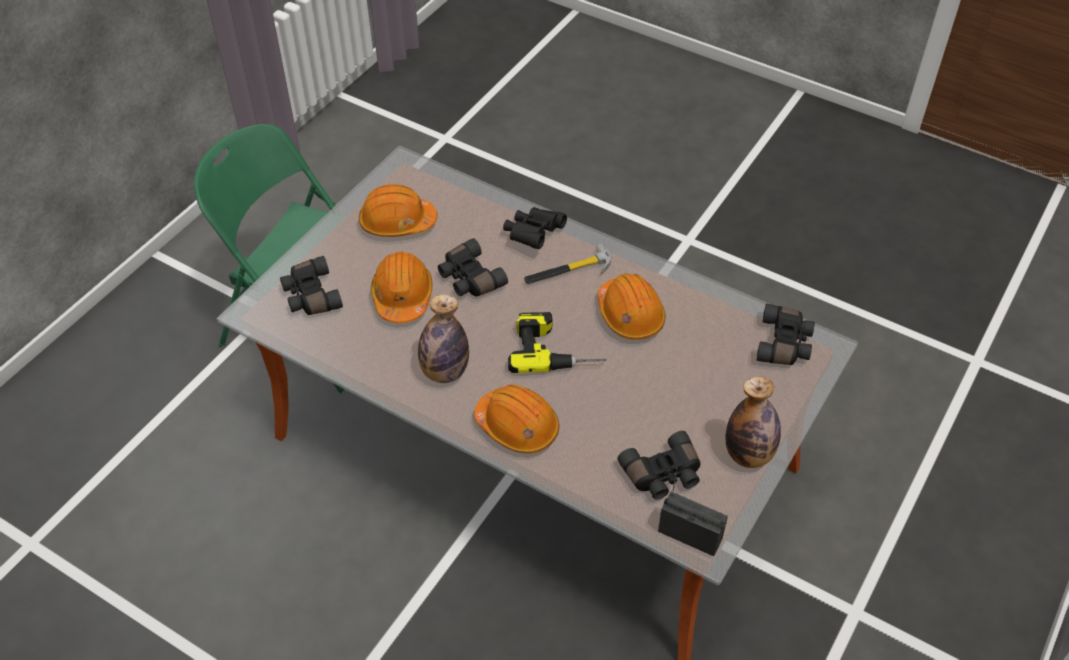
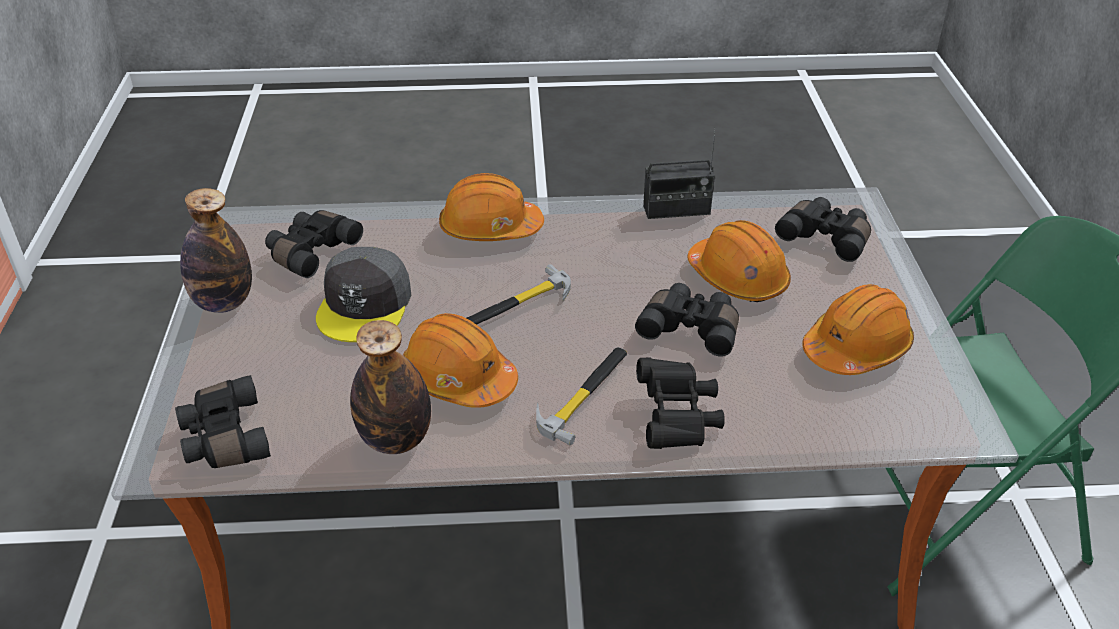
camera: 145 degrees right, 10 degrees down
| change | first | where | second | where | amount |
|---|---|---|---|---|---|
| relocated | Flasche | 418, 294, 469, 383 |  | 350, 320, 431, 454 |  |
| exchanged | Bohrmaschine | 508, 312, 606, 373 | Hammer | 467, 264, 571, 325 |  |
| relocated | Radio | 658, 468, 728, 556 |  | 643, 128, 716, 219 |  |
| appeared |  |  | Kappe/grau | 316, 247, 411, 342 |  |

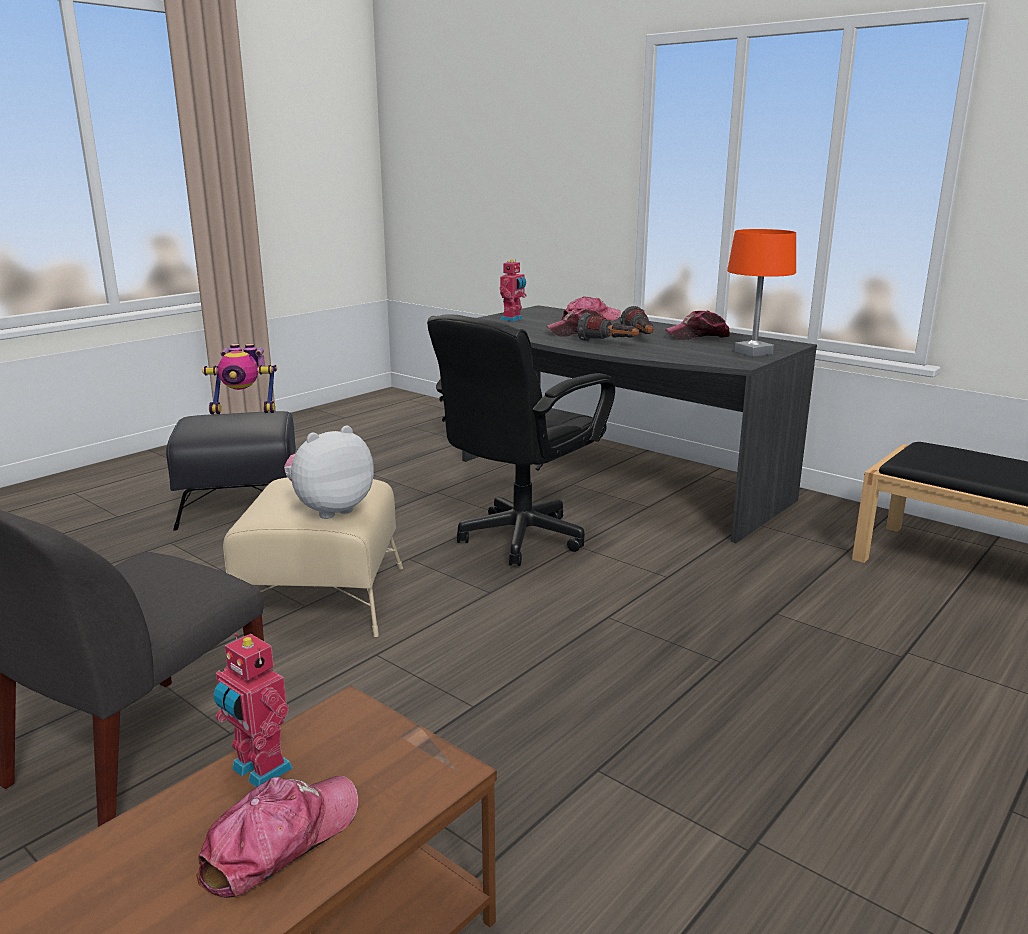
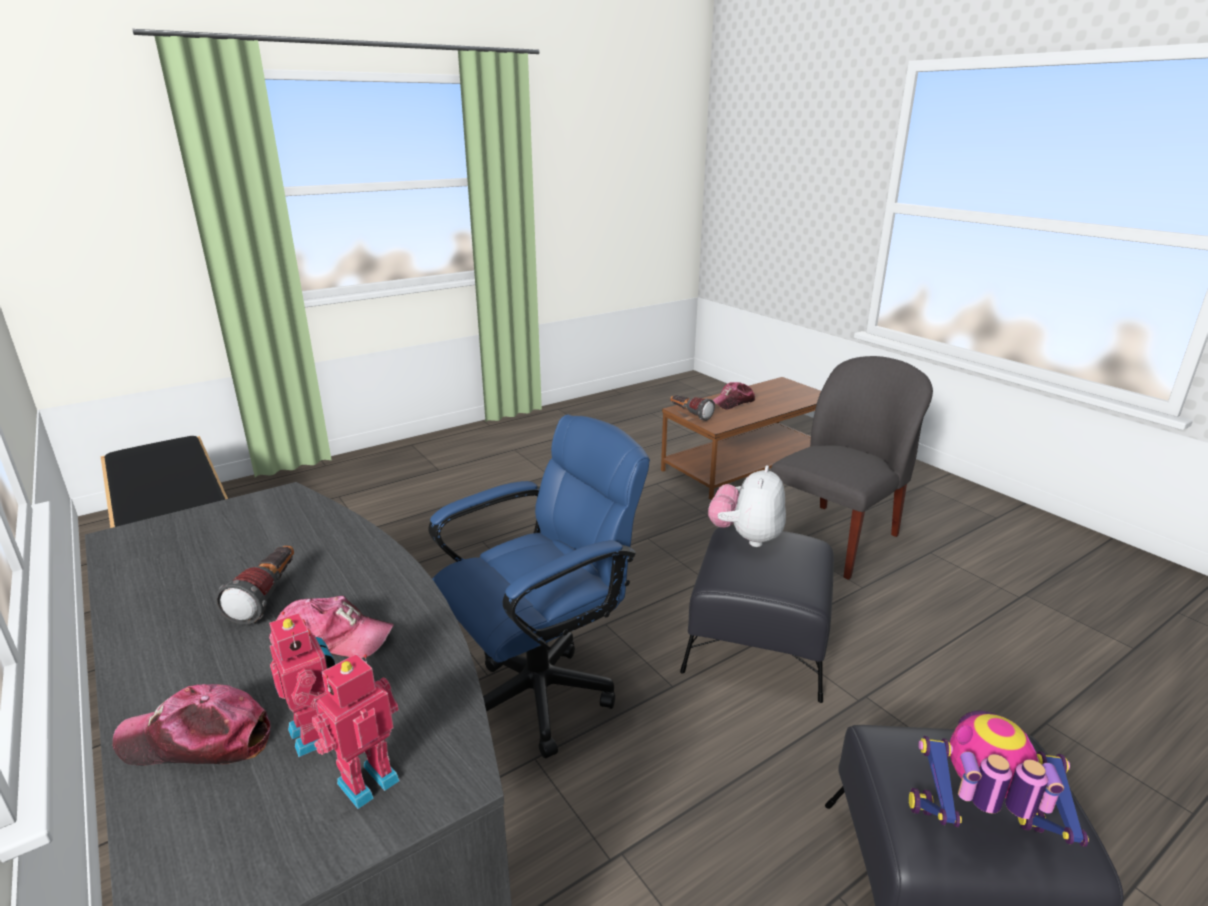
camera: 165 degrees left, 5 degrees up
| change | first | where | second | where | amount |
|---|---|---|---|---|---|
| missing | Tischlampe/orange | 727, 229, 796, 357 |  |  |  |
| missing | Kappe | 665, 310, 730, 340 |  |  |  |
| relocated | Taschenlampe | 577, 313, 639, 341 |  | 670, 395, 715, 421 |  |
| colour | Bürostuhl/schwarz | 427, 314, 615, 566 | Bürostuhl/blau | 428, 414, 650, 758 |  |
| spun | Plüschtier | 284, 426, 374, 519 |  | 708, 465, 786, 547 | 135 degrees clockwise |
| colour | Polsterhocker/beige | 223, 477, 403, 637 | Polsterhocker/schwarz | 680, 525, 834, 703 |  |
| relocated | Spielzeugroboter | 214, 633, 293, 787 |  | 269, 612, 335, 757 |  |

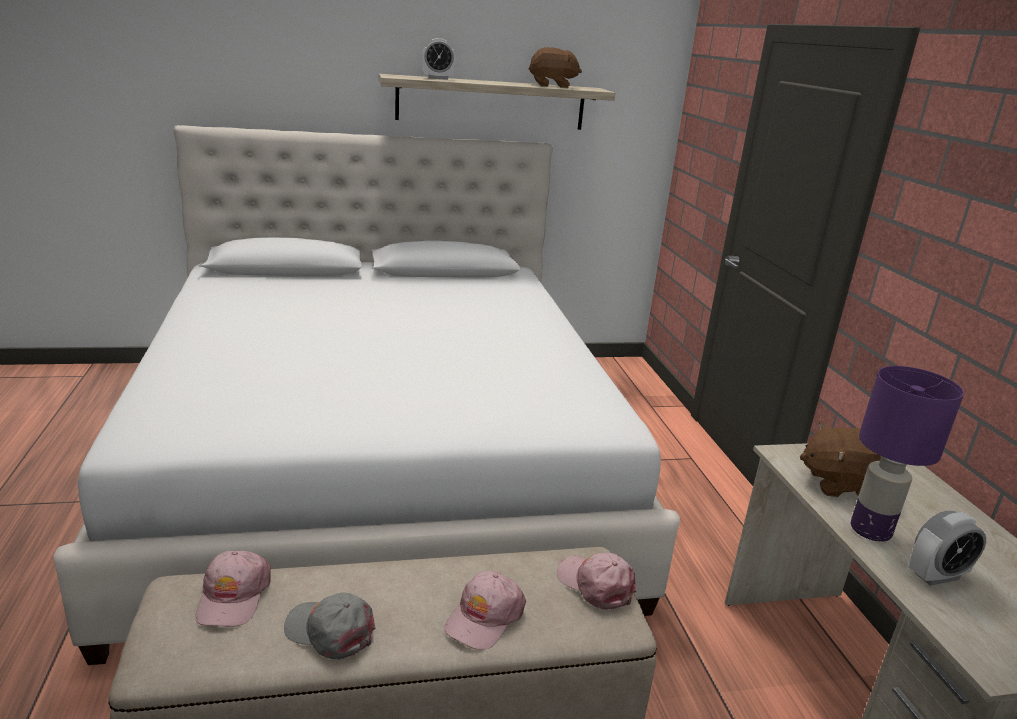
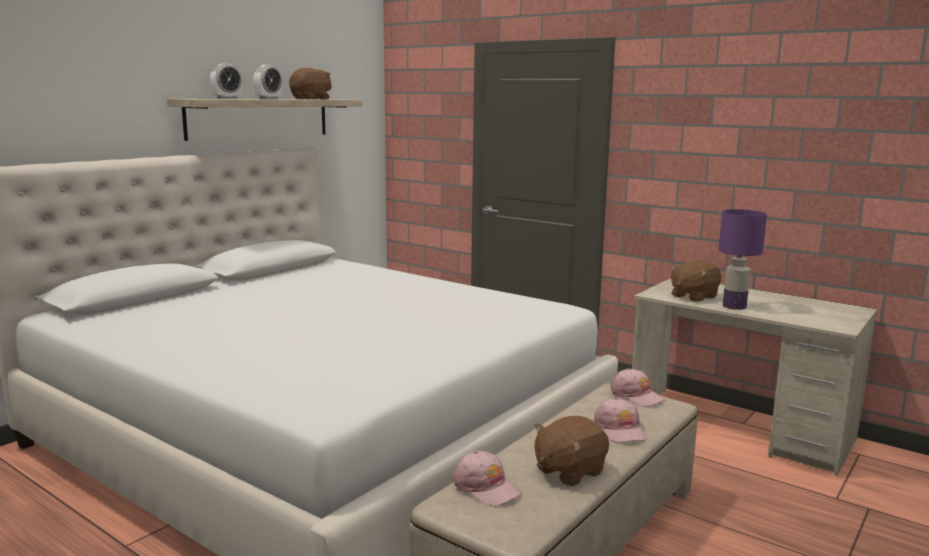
camera: 40 degrees left, 10 degrees down
| change | first | where | second | where | amount |
|---|---|---|---|---|---|
| relocated | Wecker | 909, 511, 986, 586 |  | 253, 65, 282, 99 |  |
| spun | Kappe/rosa | 557, 553, 636, 610 |  | 610, 368, 665, 407 | 135 degrees counterclockwise |
| exchanged | Kappe/grau | 284, 592, 375, 660 | Plüschtier/braun | 534, 416, 609, 486 |  |

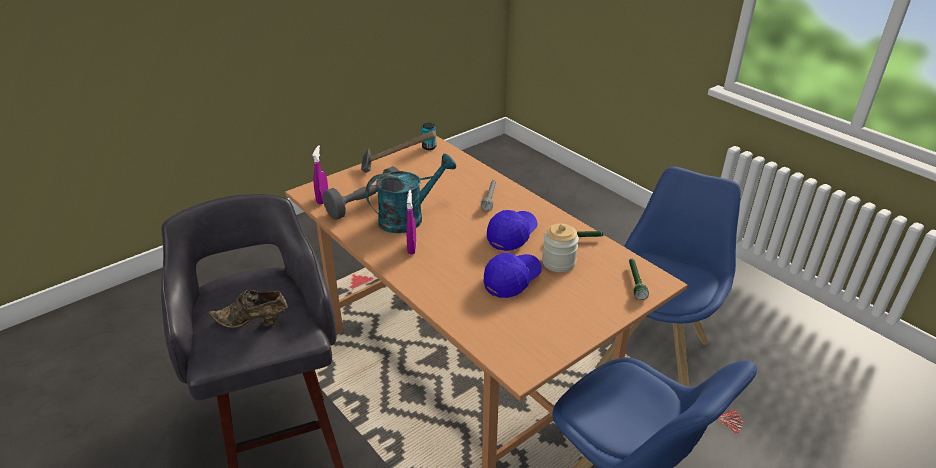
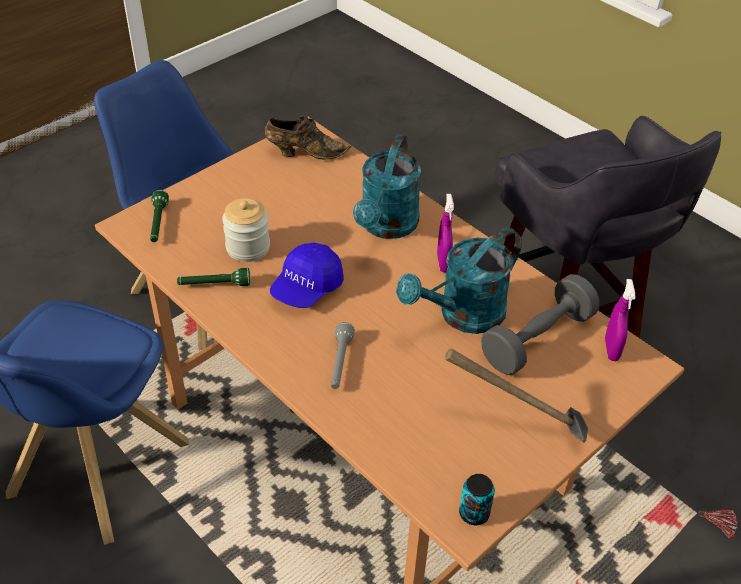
camera: 175 degrees right, 10 degrees up
| change | first | where | second | where | amount |
|---|---|---|---|---|---|
| missing | Kappe/blau | 484, 253, 542, 298 |  |  |  |
| relocated | Schuh/braun | 208, 290, 288, 328 |  | 265, 115, 351, 159 |  |
| appeared |  |  | Gießkanne/türkis | 353, 134, 421, 239 |  |

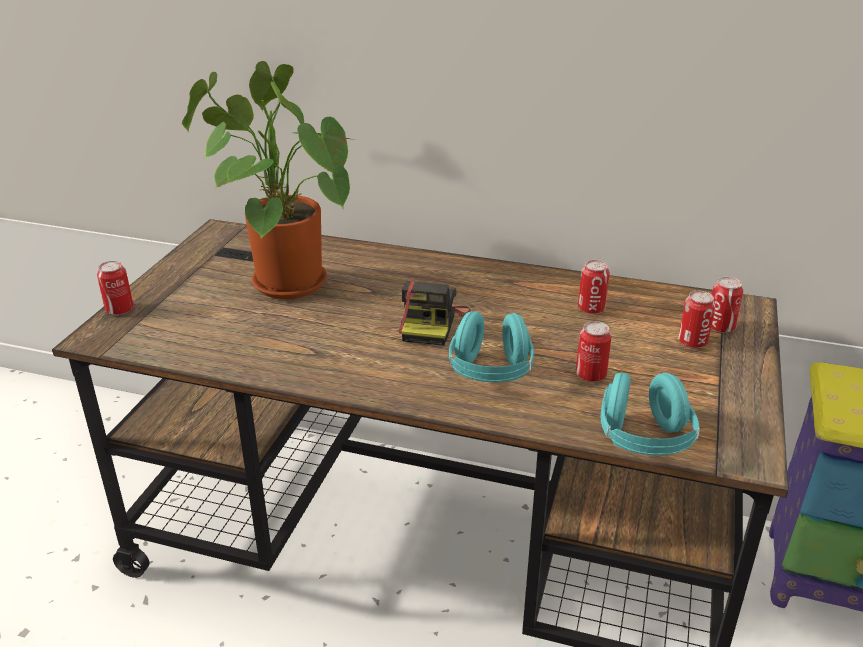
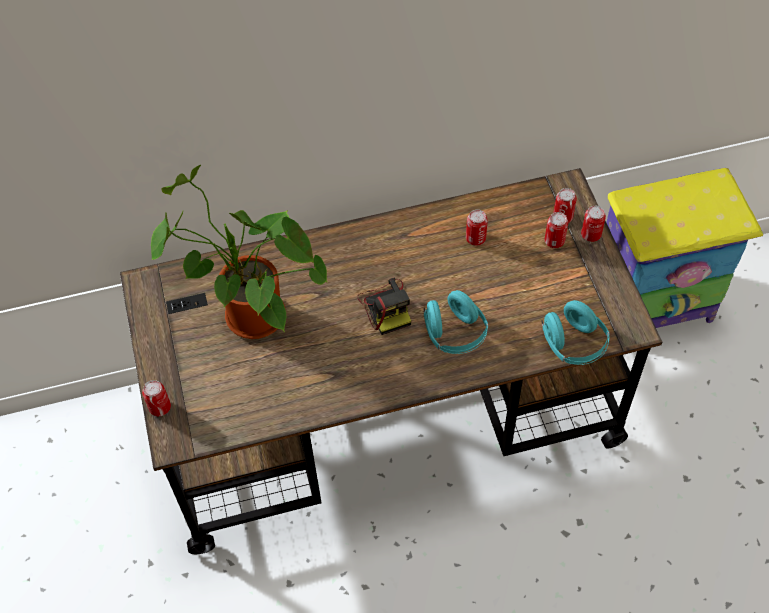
camera: 30 degrees left, 25 degrees up
| change | first | where | second | where | amount |
|---|---|---|---|---|---|
| relocated | Dose | 576, 321, 611, 382 |  | 581, 206, 606, 242 |  |

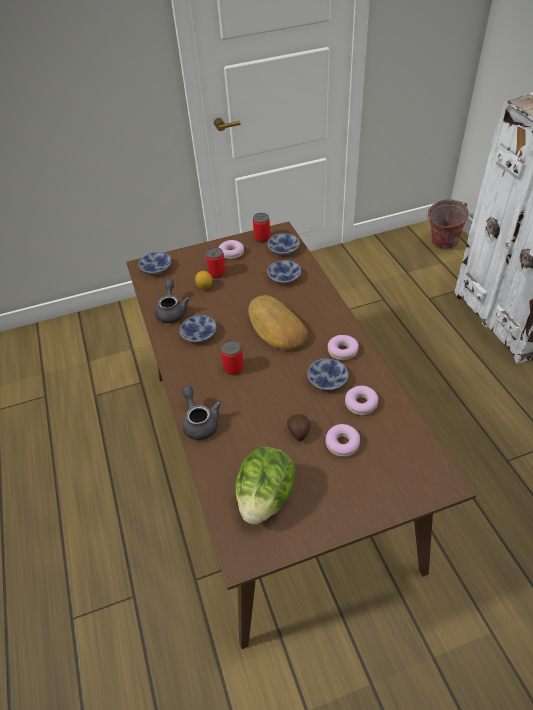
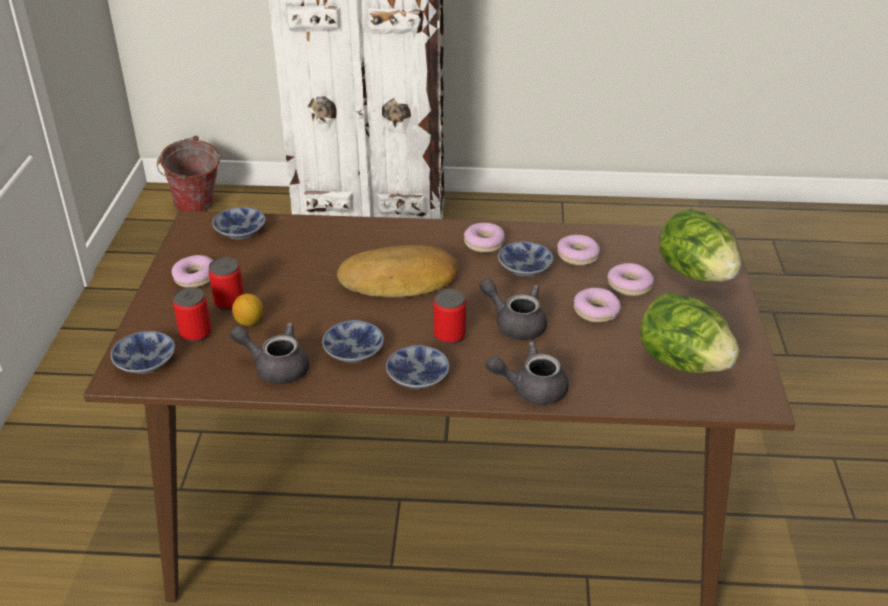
camera: 70 degrees left, 10 degrees down
| change | first | where | second | where | amount |
|---|---|---|---|---|---|
| relocated | Dose | 253, 213, 270, 243 |  | 173, 287, 211, 343 |  |
| relocated | Schüssel | 267, 260, 301, 284 |  | 386, 345, 449, 389 |  |
| exchanged | Kartoffel | 287, 414, 311, 441 | Donut | 574, 288, 621, 323 |  |
| appeared |  |  | Salatkopf | 659, 209, 741, 282 |  |
| appeared |  |  | Teekanne/grau | 479, 278, 547, 340 |  |

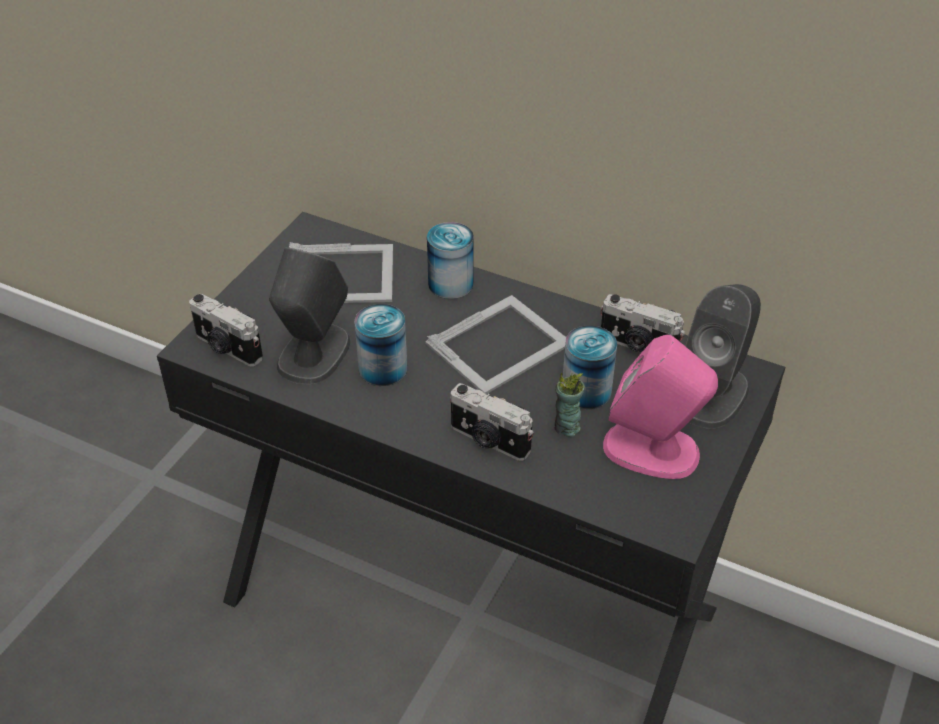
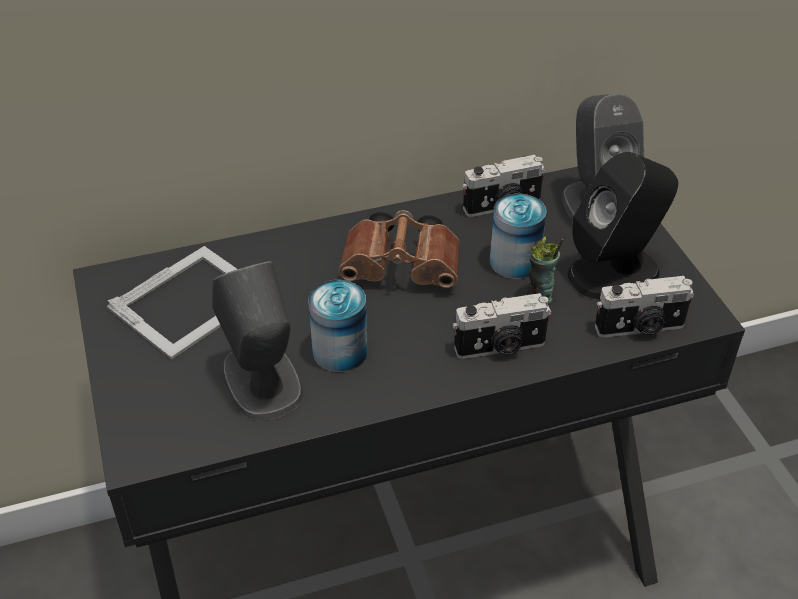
camera: 45 degrees left, 0 degrees up
| change | first | where | second | where | amount |
|---|---|---|---|---|---|
| missing | Dose | 427, 222, 474, 299 |  |  |  |
| relocated | Kamera | 189, 294, 263, 367 |  | 595, 276, 694, 338 |  |
| exchanged | Bilderrahmen | 426, 295, 566, 394 | Fernglas/braun | 338, 210, 460, 288 |  |
| colour | Lautsprecher/rosa | 603, 334, 718, 479 | Lautsprecher/schwarz | 568, 152, 678, 299 |  |

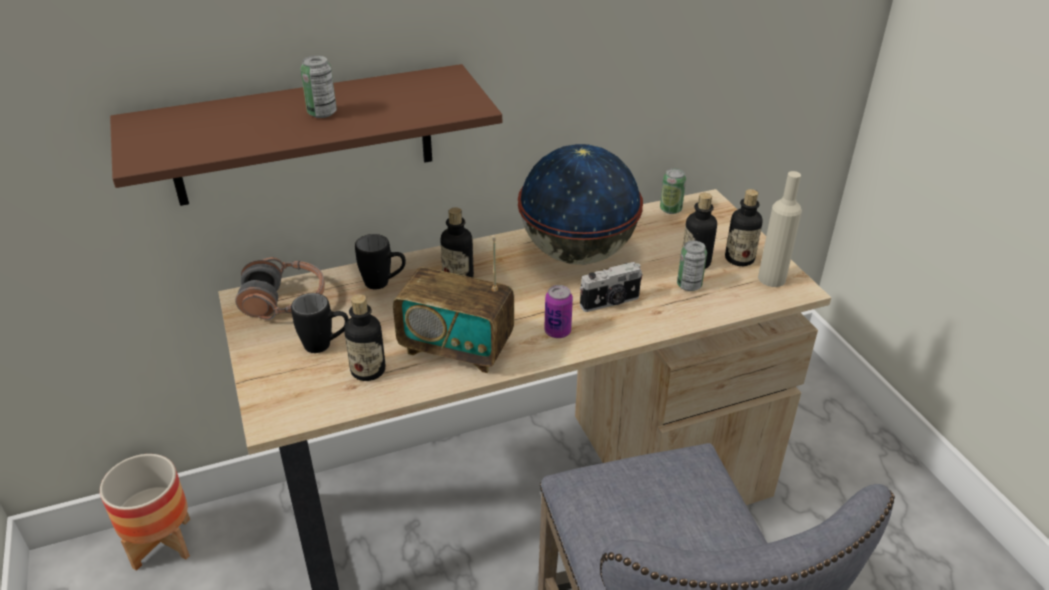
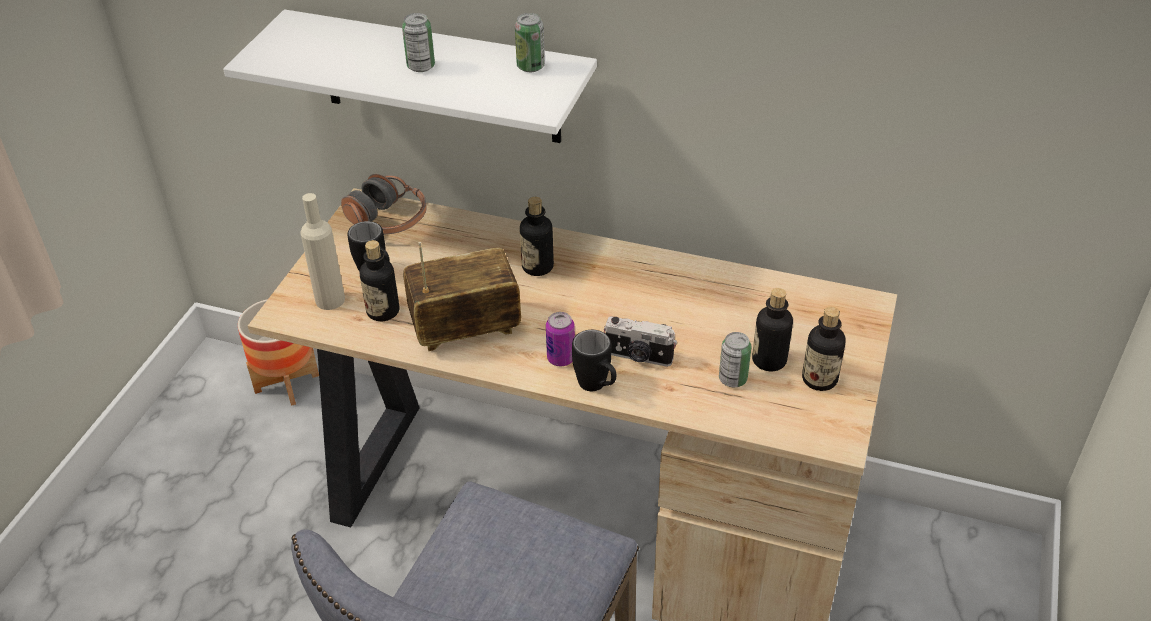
camera: 40 degrees right, 5 degrees up
| change | first | where | second | where | amount |
|---|---|---|---|---|---|
| colour | Wandregal/braun | 110, 64, 502, 206 | Wandregal/weiß | 223, 9, 597, 143 |  |
| missing | Globus | 518, 144, 643, 265 |  |  |  |
| relocated | Dose | 660, 168, 686, 214 |  | 515, 13, 545, 72 |  |
| relocated | Flasche/beige | 758, 171, 802, 287 |  | 300, 193, 345, 310 |  |
| relocated | Henkelbecher/schwarz | 355, 234, 406, 290 |  | 572, 330, 616, 391 |  |
| spun | Radio | 393, 237, 514, 373 |  | 403, 242, 521, 351 | 105 degrees clockwise |

